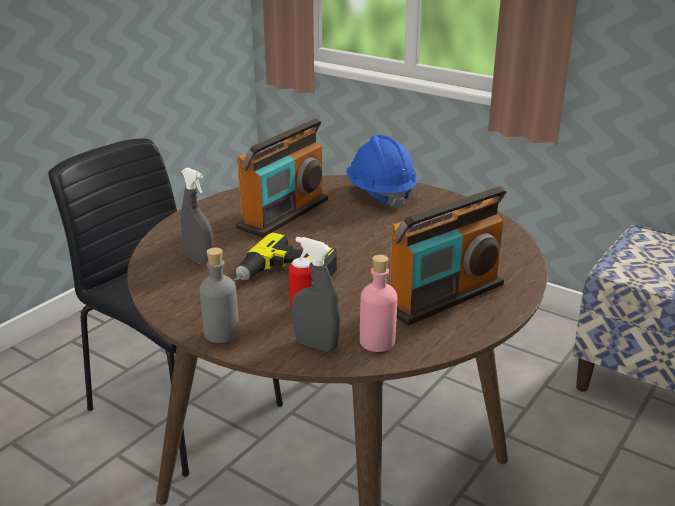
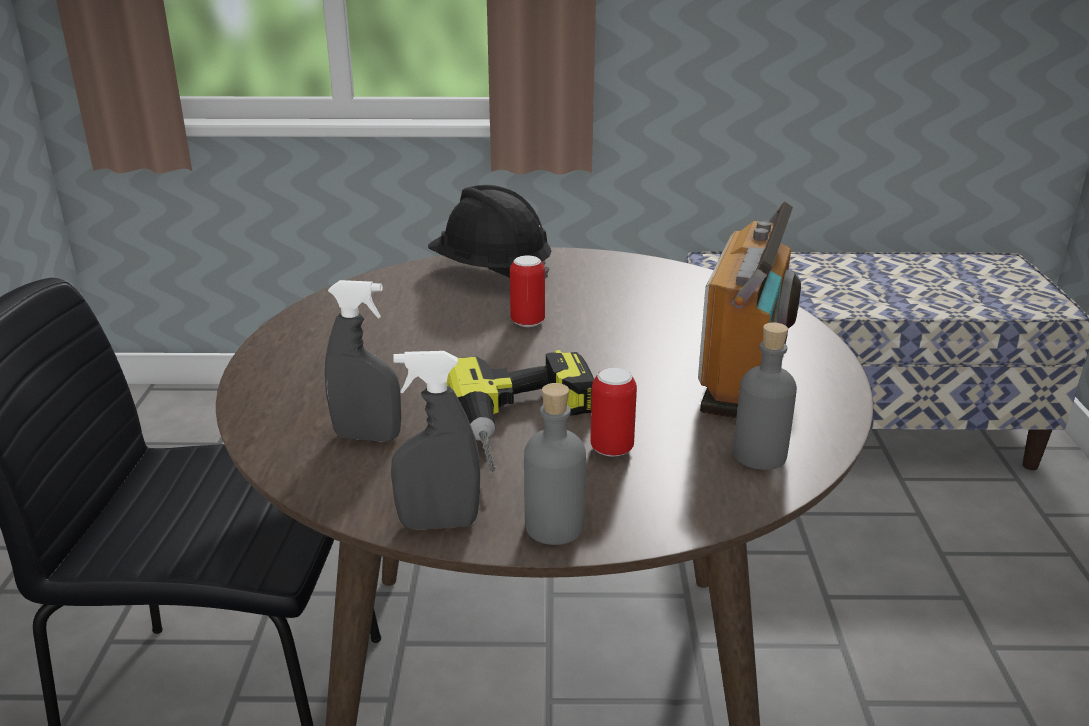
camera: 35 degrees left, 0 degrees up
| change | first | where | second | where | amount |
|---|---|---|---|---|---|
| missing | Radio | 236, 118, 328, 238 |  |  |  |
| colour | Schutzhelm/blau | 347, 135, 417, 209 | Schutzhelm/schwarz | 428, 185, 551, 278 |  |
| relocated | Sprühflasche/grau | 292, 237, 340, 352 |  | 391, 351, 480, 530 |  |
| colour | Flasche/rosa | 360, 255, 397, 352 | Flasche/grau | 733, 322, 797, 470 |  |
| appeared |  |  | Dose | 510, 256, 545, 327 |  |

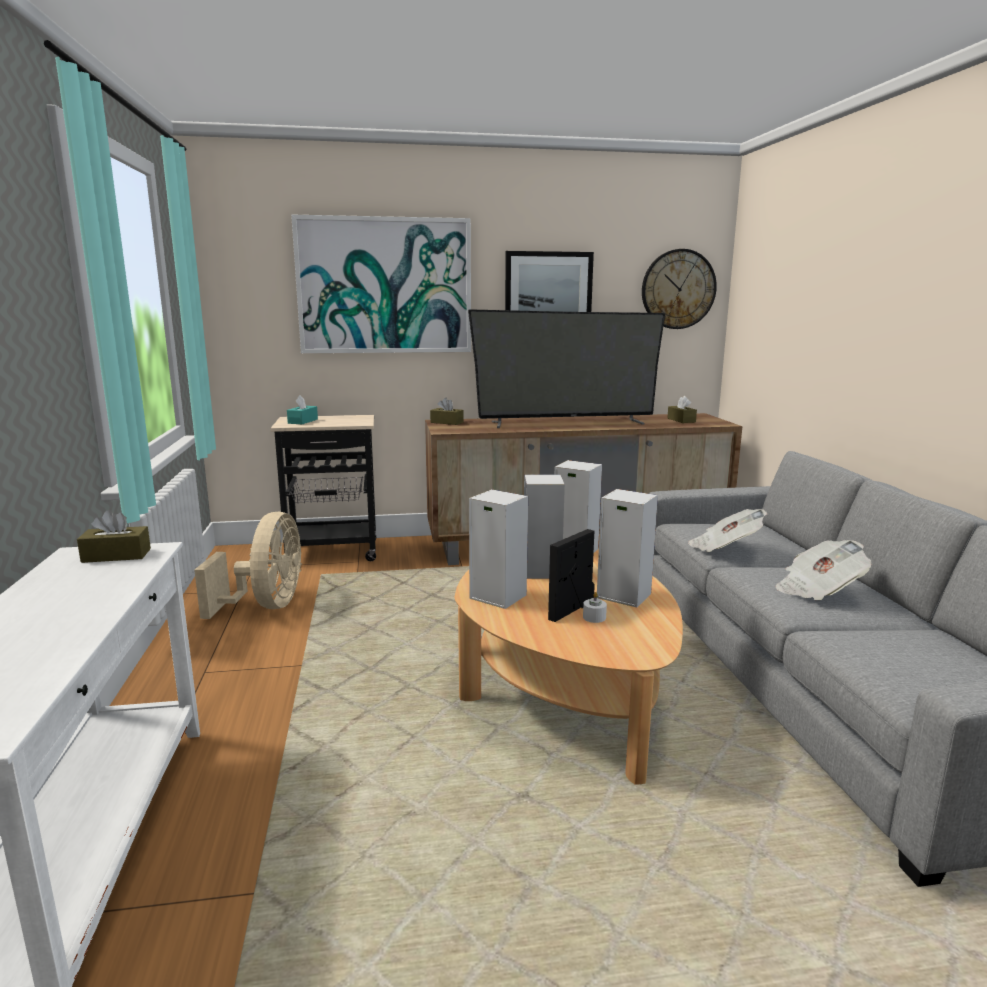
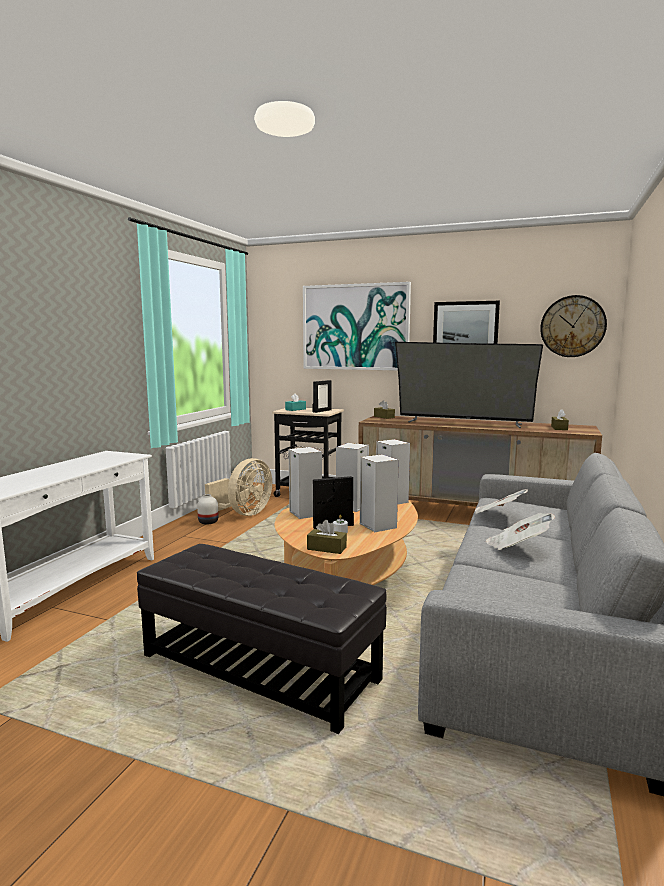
camera: 30 degrees right, 5 degrees down
| change | first | where | second | where | amount |
|---|---|---|---|---|---|
| relocated | Taschentuchbox/braun | 77, 510, 151, 563 |  | 307, 520, 347, 554 |  |
| appeared |  |  | Bilderrahmen | 312, 380, 331, 413 |  |
| appeared |  |  | Vase/weiß | 197, 494, 218, 525 |  |
| appeared |  |  | Polsterhocker/schwarz | 137, 544, 387, 734 |  |

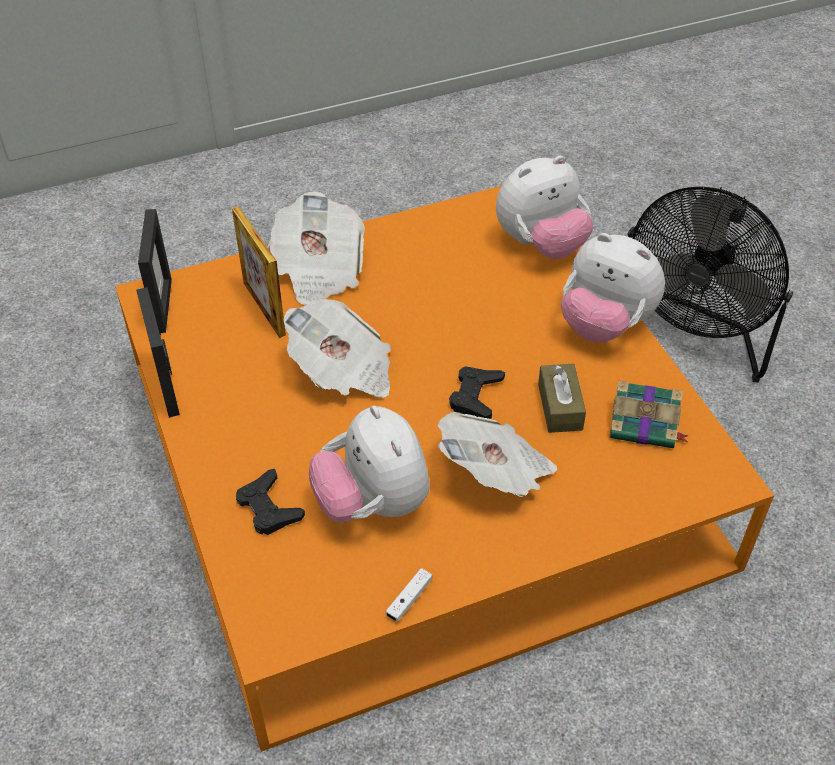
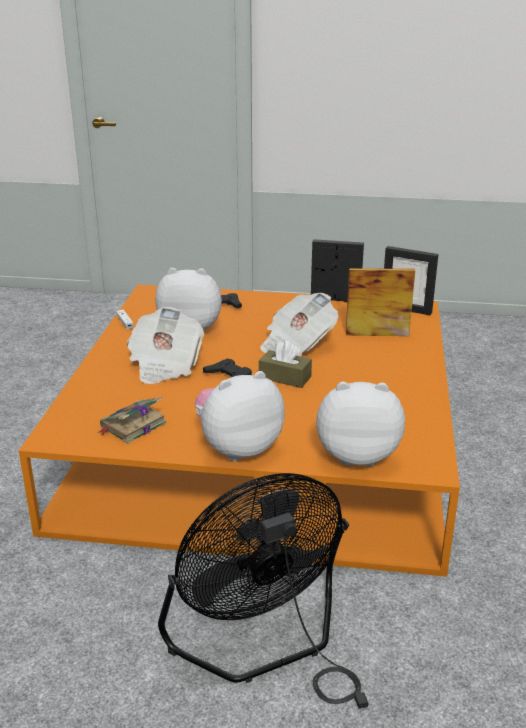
camera: 120 degrees right, 20 degrees down
| change | first | where | second | where | amount |
|---|---|---|---|---|---|
| spun | Plüschtier | 496, 156, 593, 259 |  | 316, 382, 405, 466 | 90 degrees clockwise |
| missing | Zeitung | 267, 192, 365, 305 |  |  |  |
| relocated | Taschentuchbox/braun | 538, 364, 586, 433 |  | 259, 341, 312, 388 |  |

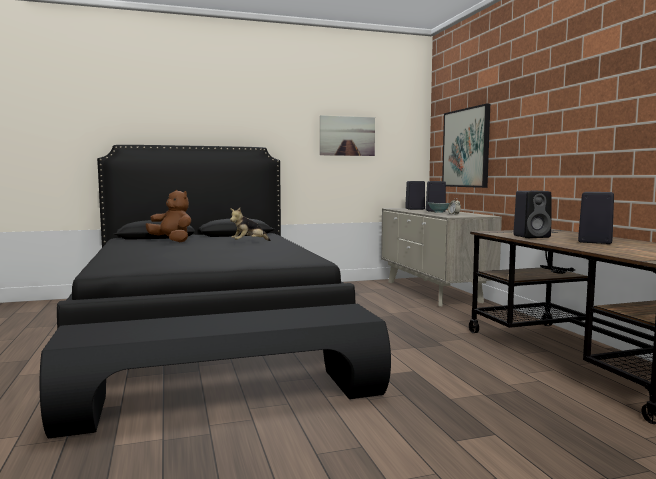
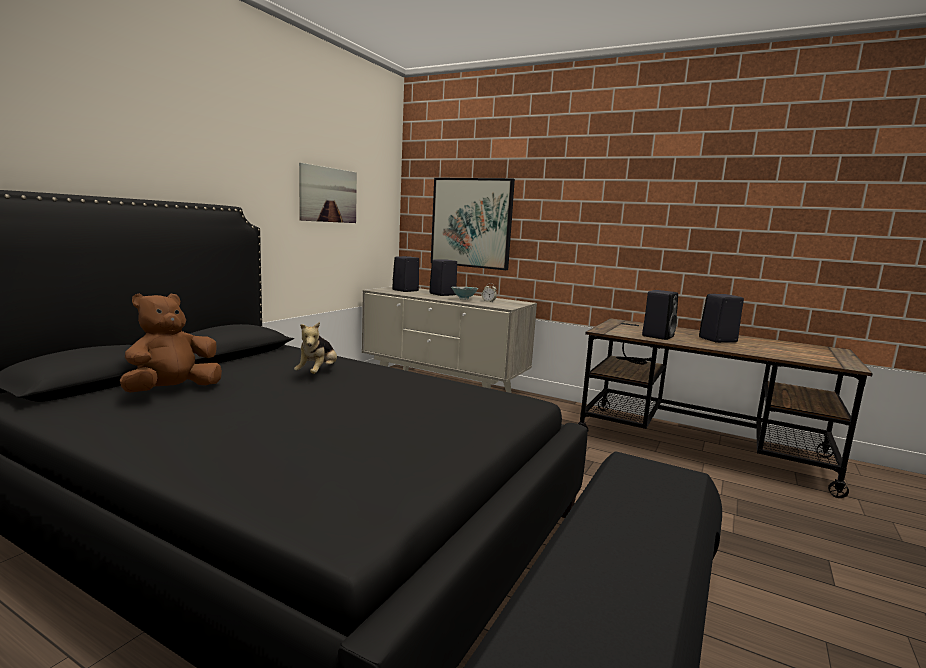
camera: 45 degrees left, 5 degrees up
| change | first | where | second | where | amount |
|---|---|---|---|---|---|
| spun | Plüschtier/braun | 146, 190, 191, 242 |  | 120, 293, 222, 393 | 45 degrees counterclockwise |

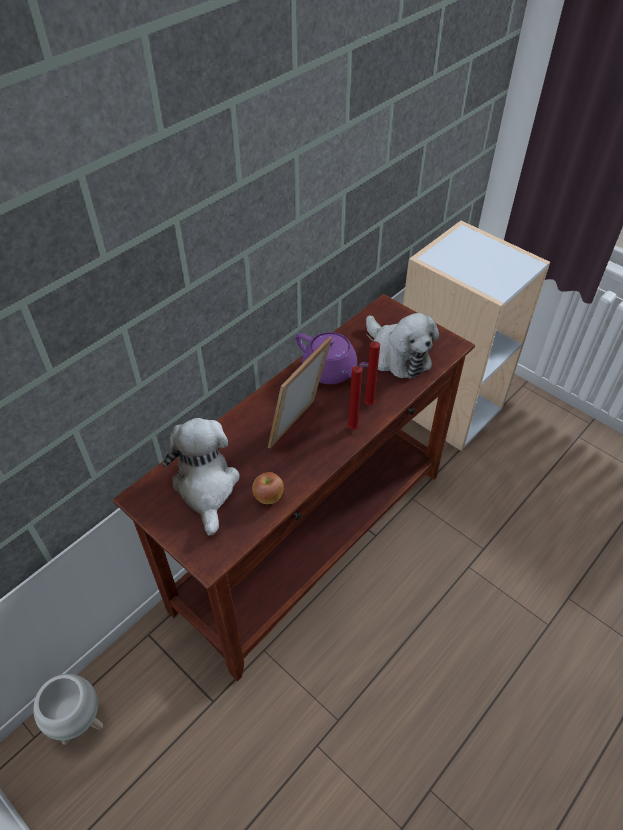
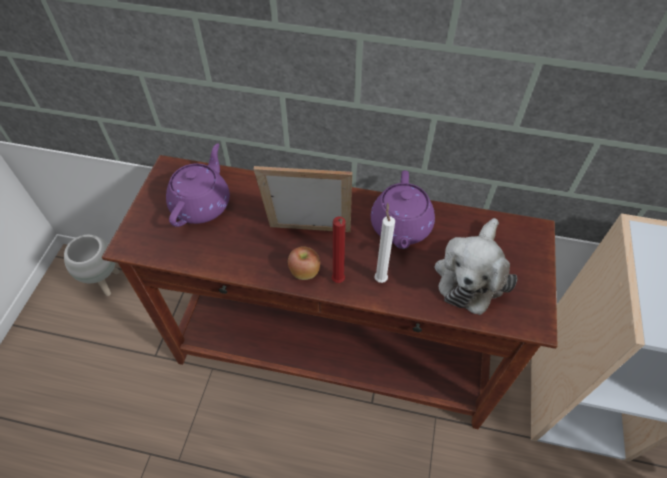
camera: 60 degrees right, 5 degrees up
| change | first | where | second | where | amount |
|---|---|---|---|---|---|
| colour | Kerze/rot | 364, 334, 380, 405 | Kerze/weiß | 374, 203, 395, 283 |  |
| exchanged | Plüschtier | 162, 418, 240, 536 | Teekanne/lila | 166, 144, 230, 227 |  |
| relocated | Apfel | 252, 472, 284, 504 |  | 288, 246, 320, 280 |  |

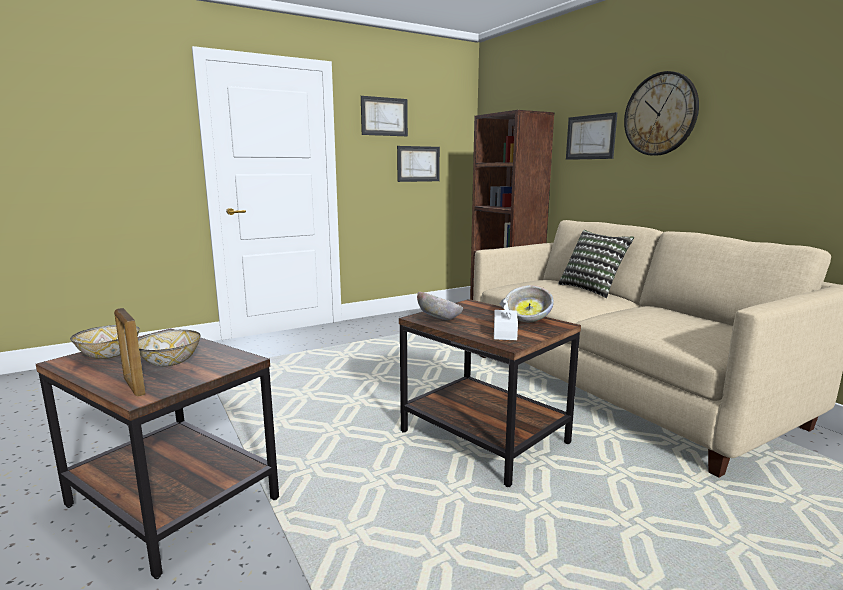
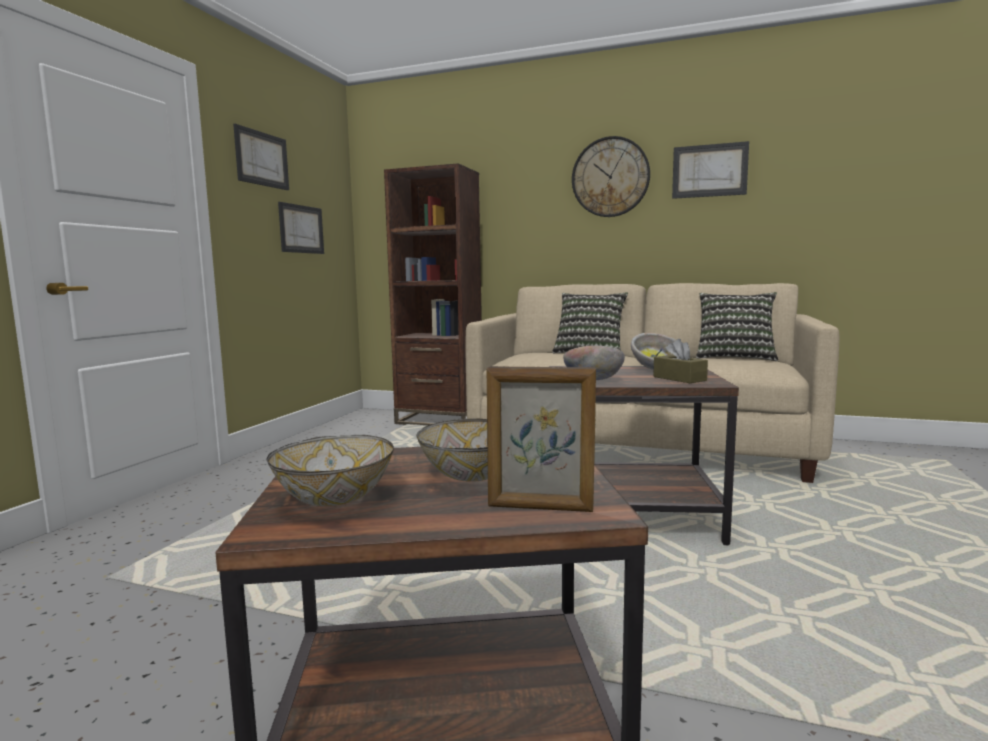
camera: 40 degrees left, 5 degrees down
| change | first | where | second | where | amount |
|---|---|---|---|---|---|
| relocated | Bild | 566, 112, 618, 160 |  | 672, 141, 749, 199 |  |
| colour | Taschentuchbox/weiß | 494, 298, 518, 340 | Taschentuchbox/braun | 653, 339, 708, 383 |  |
| appeared |  |  | Kissen | 696, 292, 778, 361 |  |

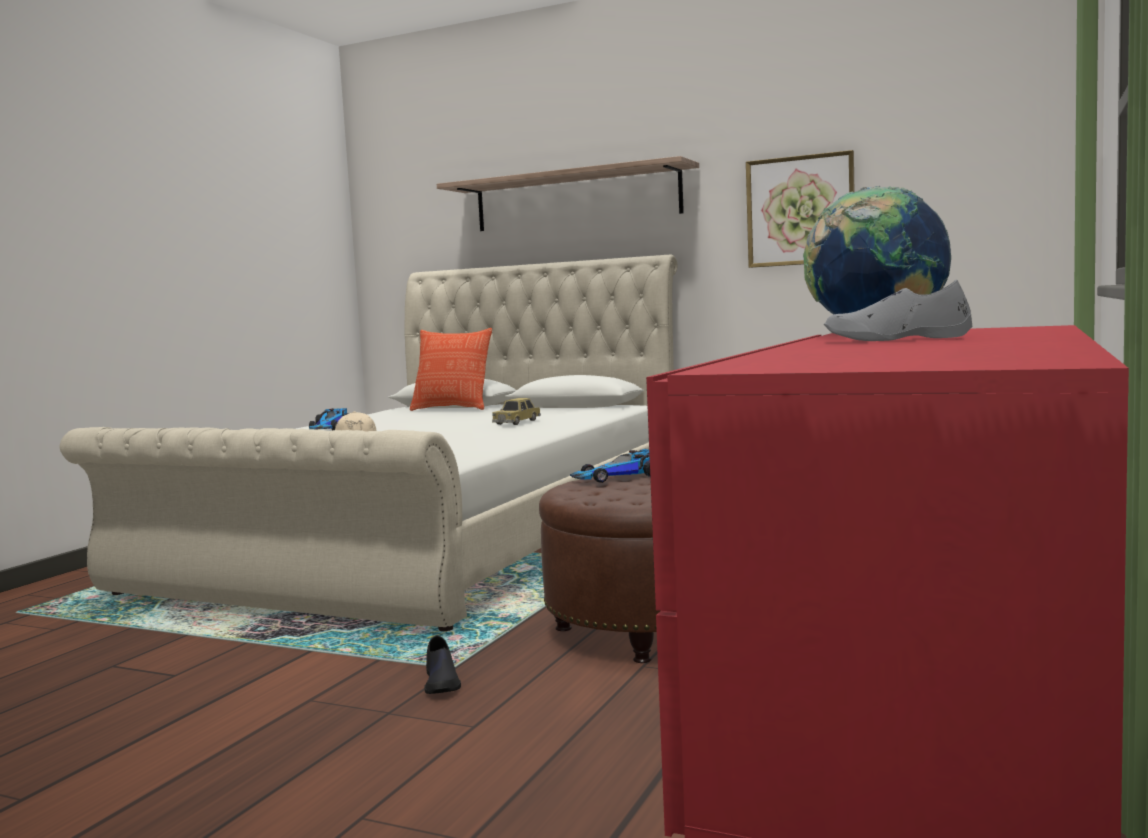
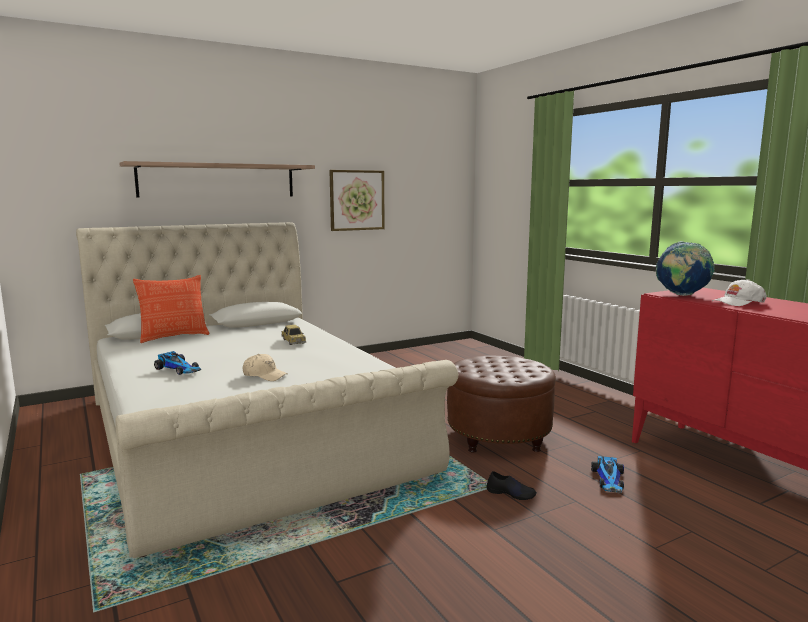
camera: 55 degrees left, 5 degrees up
| change | first | where | second | where | amount |
|---|---|---|---|---|---|
| exchanged | Schuh/grau | 824, 280, 972, 341 | Kappe/weiß | 712, 279, 767, 306 |  |
| relocated | Spielzeugauto | 570, 449, 650, 483 |  | 591, 456, 624, 492 |  |

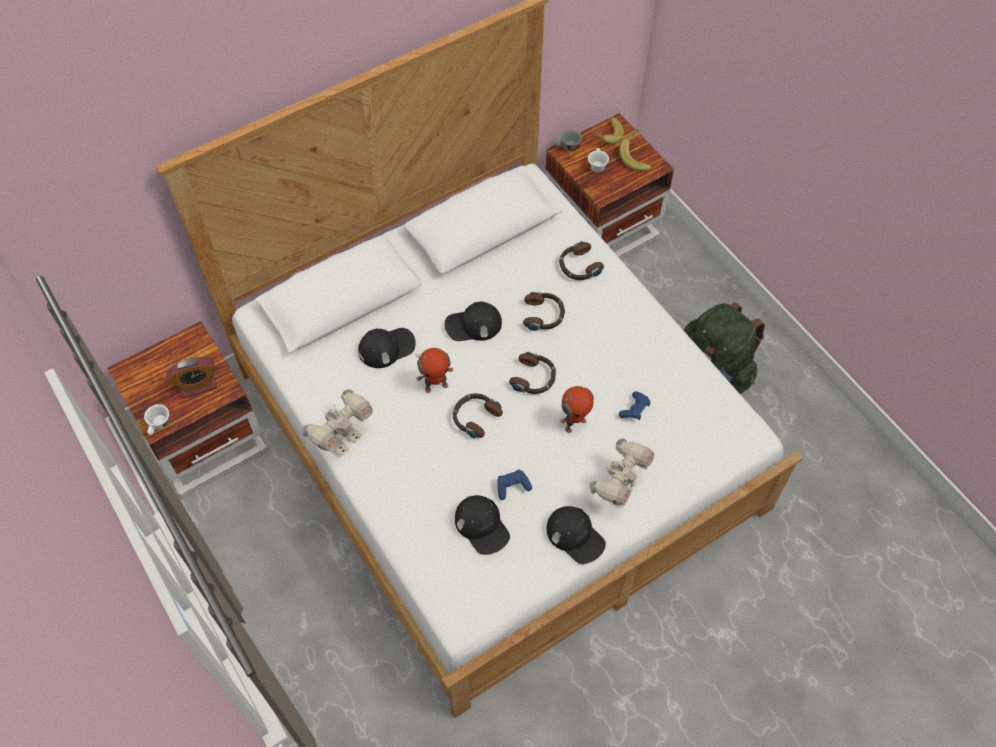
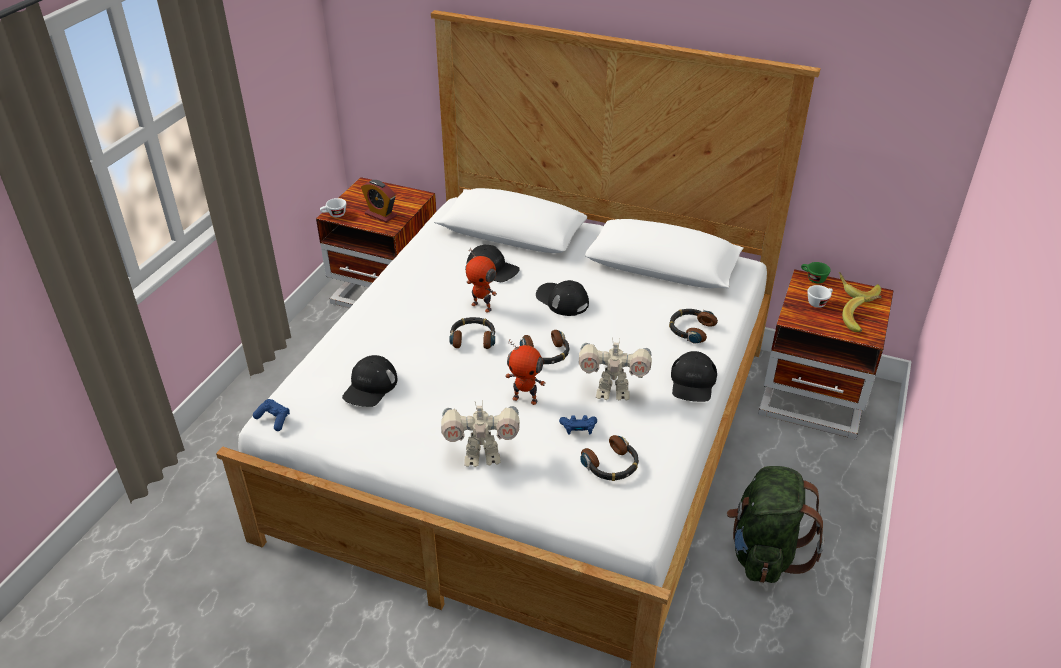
camera: 55 degrees right, 20 degrees down
| change | first | where | second | where | amount |
|---|---|---|---|---|---|
| colour | Tasse/grau | 555, 130, 582, 151 | Tasse/grün | 801, 262, 831, 284 |  |
| relocated | Kopfhörer | 523, 292, 565, 331 |  | 580, 435, 639, 481 |  |
| relocated | Spielzeugroboter | 302, 389, 373, 456 |  | 579, 337, 652, 400 |  |
| relocated | Gamepad/blau | 497, 469, 532, 500 |  | 253, 399, 290, 431 |  |
| relocated | Kappe/schwarz | 547, 506, 606, 564 |  | 671, 351, 717, 402 |  |

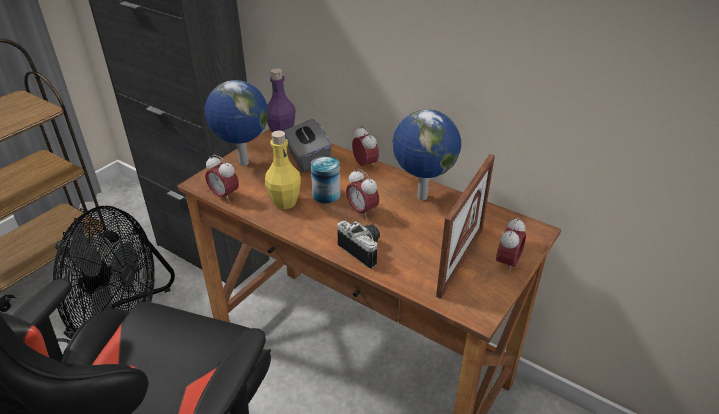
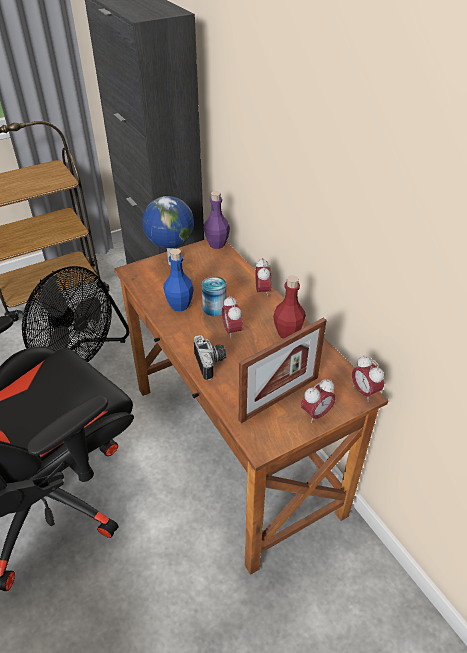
camera: 25 degrees right, 5 degrees up
| change | first | where | second | where | amount |
|---|---|---|---|---|---|
| exchanged | Globus | 393, 109, 461, 200 | Flasche/rot | 273, 275, 306, 339 |  |
| missing | Taschentuchbox/grau | 284, 119, 332, 172 |  |  |  |
| colour | Flasche/gelb | 265, 130, 301, 209 | Flasche/blau | 163, 249, 194, 311 |  |
| relocated | Wecker | 205, 155, 239, 203 |  | 352, 355, 384, 402 |  |

